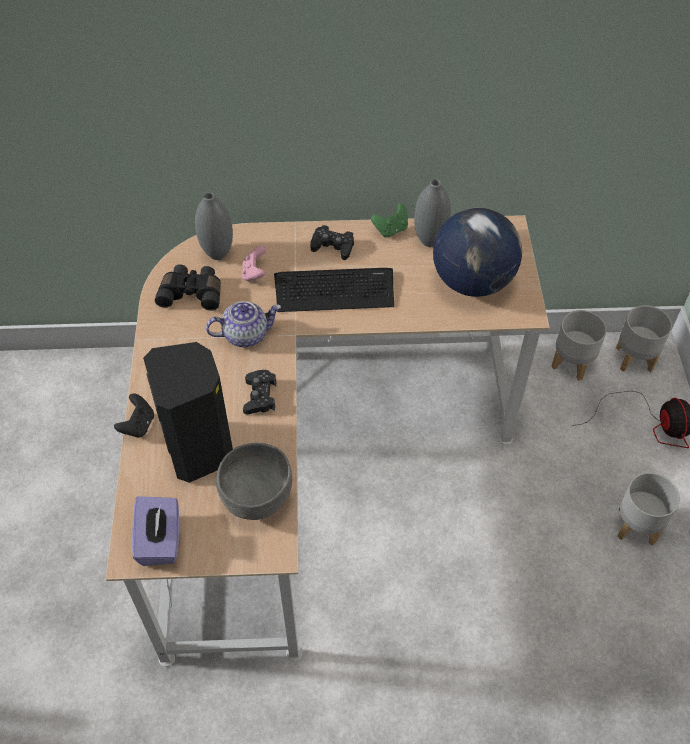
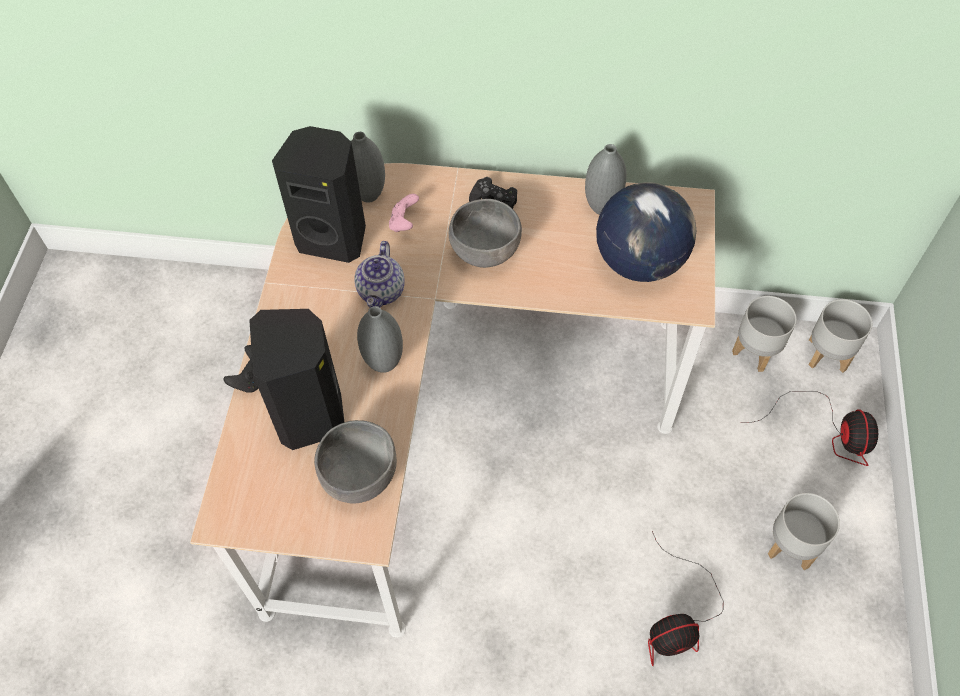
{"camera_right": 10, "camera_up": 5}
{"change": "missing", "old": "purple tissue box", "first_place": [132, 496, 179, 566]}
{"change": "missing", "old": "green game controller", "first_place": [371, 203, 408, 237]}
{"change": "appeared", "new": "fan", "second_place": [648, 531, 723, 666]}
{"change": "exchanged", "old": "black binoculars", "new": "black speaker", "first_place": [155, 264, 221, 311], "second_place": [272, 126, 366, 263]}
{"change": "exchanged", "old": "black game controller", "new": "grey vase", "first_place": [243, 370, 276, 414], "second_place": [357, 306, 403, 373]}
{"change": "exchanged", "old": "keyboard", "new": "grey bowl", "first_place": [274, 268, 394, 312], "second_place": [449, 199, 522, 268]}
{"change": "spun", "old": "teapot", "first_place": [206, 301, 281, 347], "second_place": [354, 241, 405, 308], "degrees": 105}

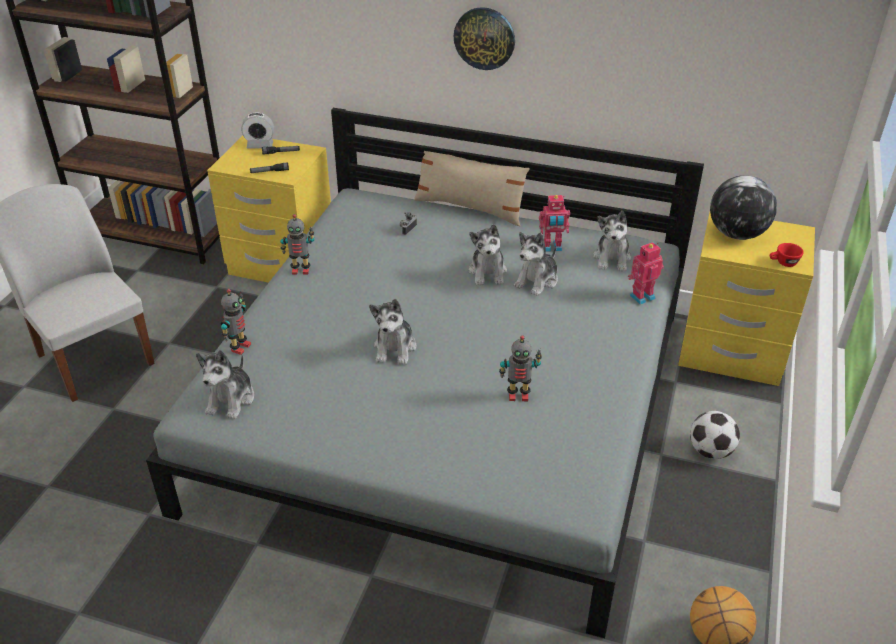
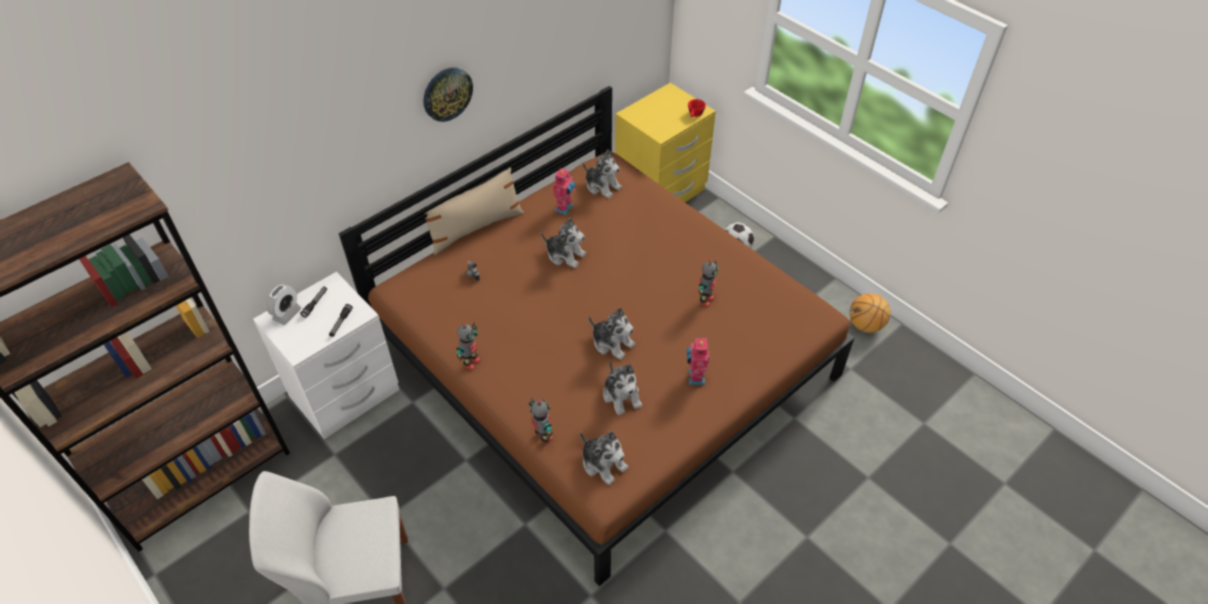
{"camera_right": -60, "camera_up": 10}
{"change": "missing", "old": "globe", "first_place": [710, 175, 777, 240]}
{"change": "relocated", "old": "plush toy", "first_place": [514, 232, 558, 296], "second_place": [603, 360, 642, 415]}
{"change": "relocated", "old": "toy robot", "first_place": [628, 242, 664, 305], "second_place": [687, 336, 709, 385]}
{"change": "colour", "old": "grey bed", "new": "brown bed", "first_place": [146, 108, 704, 638], "second_place": [339, 86, 855, 586]}
{"change": "colour", "old": "yellow nightstand", "new": "white nightstand", "first_place": [207, 136, 331, 283], "second_place": [253, 272, 399, 439]}

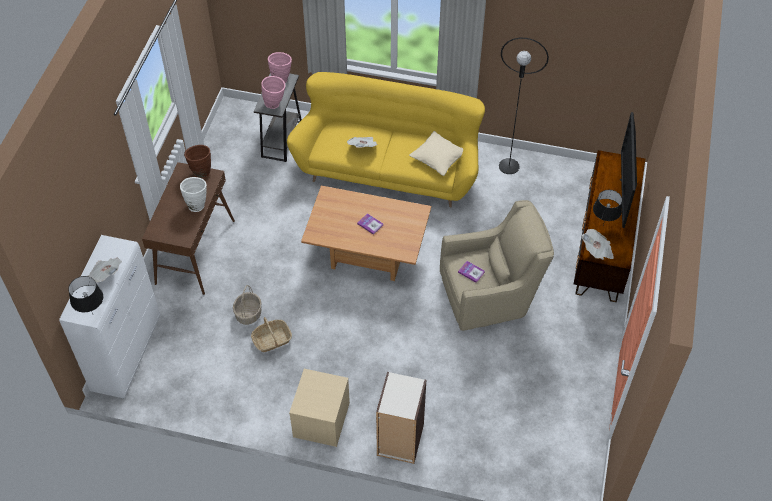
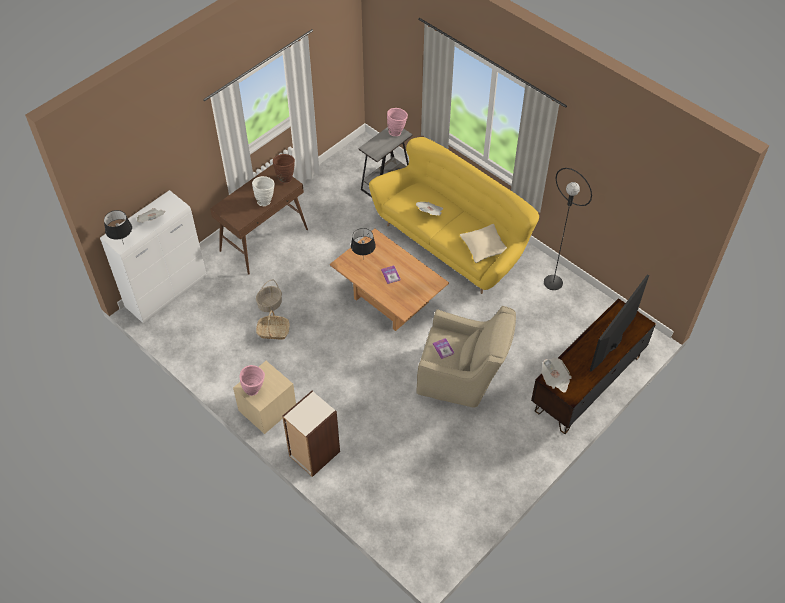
{"camera_right": 30, "camera_up": 0}
{"change": "relocated", "old": "pink vase", "first_place": [261, 76, 285, 109], "second_place": [239, 365, 265, 396]}
{"change": "relocated", "old": "black table lamp", "first_place": [593, 190, 622, 226], "second_place": [351, 228, 376, 259]}

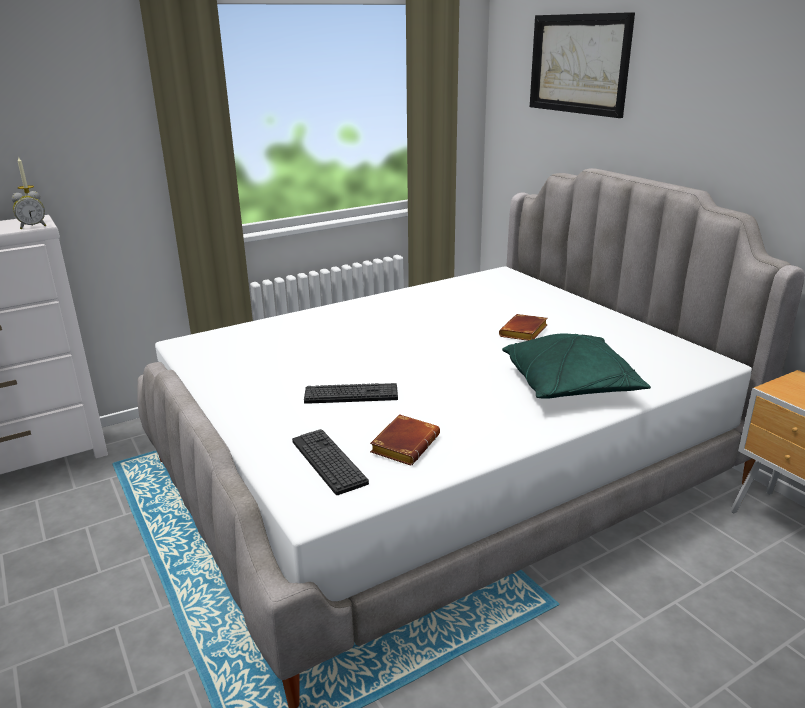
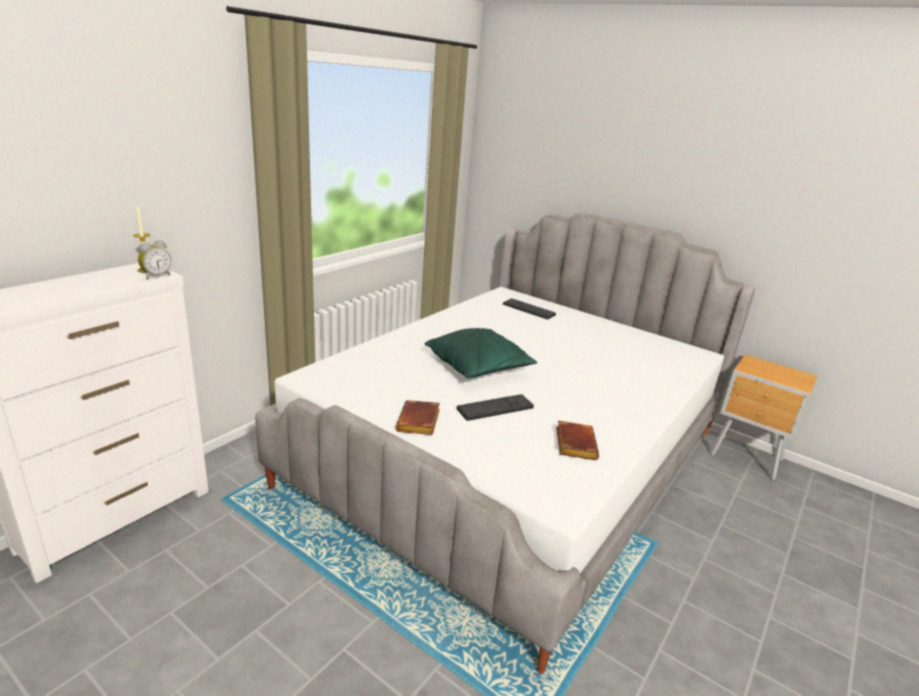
{"camera_right": -25, "camera_up": 0}
{"change": "missing", "old": "picture", "first_place": [530, 12, 635, 118]}
{"change": "relocated", "old": "keyboard", "first_place": [292, 429, 369, 495], "second_place": [503, 298, 556, 319]}
{"change": "relocated", "old": "brown book", "first_place": [499, 314, 548, 341], "second_place": [395, 400, 440, 435]}
{"change": "relocated", "old": "green pillow", "first_place": [502, 334, 651, 399], "second_place": [424, 328, 538, 378]}

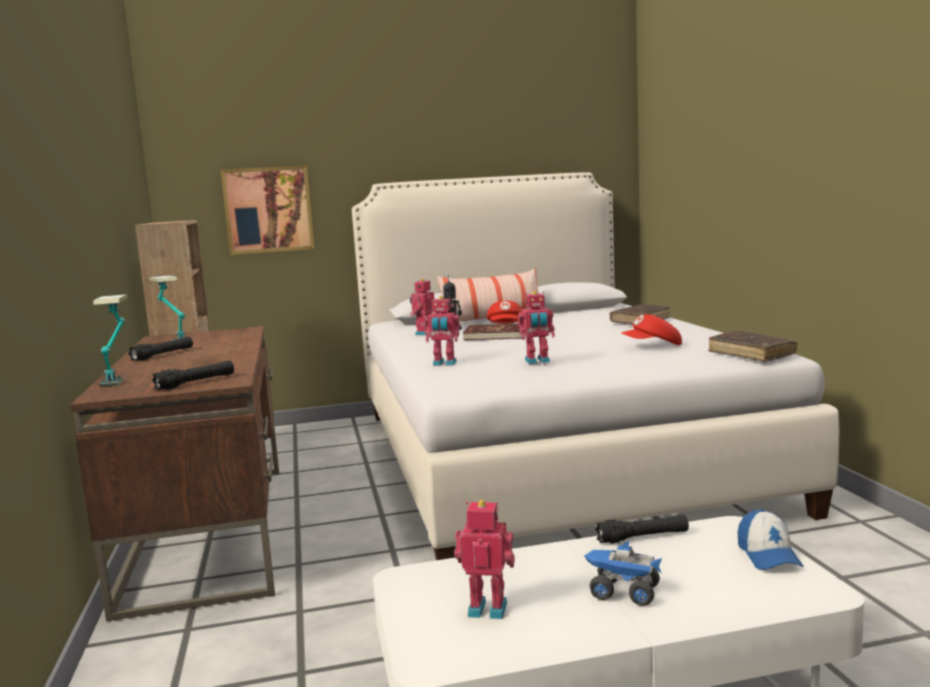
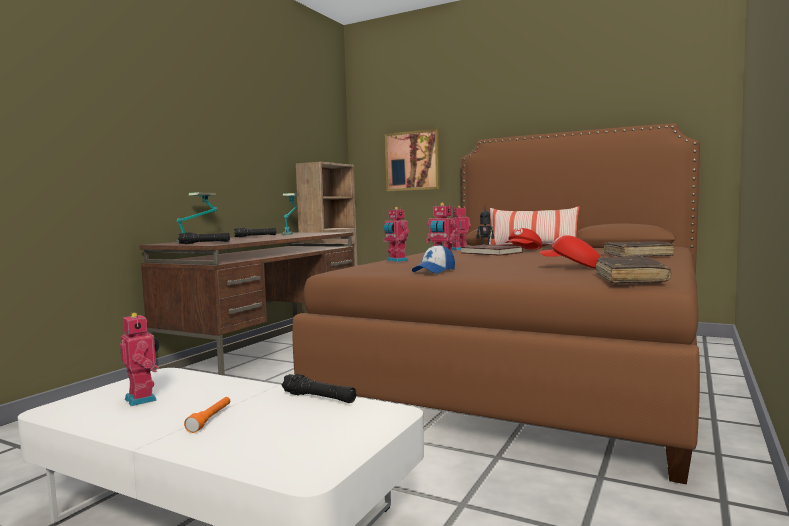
{"camera_right": 40, "camera_up": -5}
{"change": "relocated", "old": "cap", "first_place": [738, 509, 804, 570], "second_place": [412, 244, 455, 274]}
{"change": "exchanged", "old": "toy truck", "new": "orange flashlight", "first_place": [584, 541, 662, 606], "second_place": [184, 397, 230, 433]}
{"change": "colour", "old": "white bed", "new": "brown bed", "first_place": [352, 172, 839, 560], "second_place": [292, 124, 700, 484]}

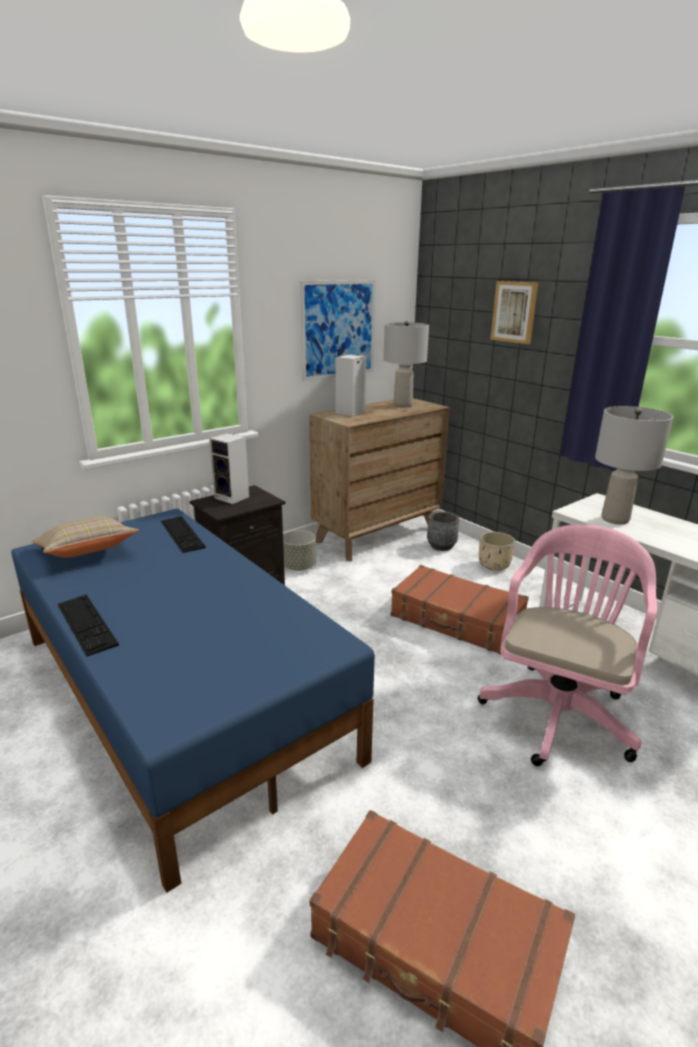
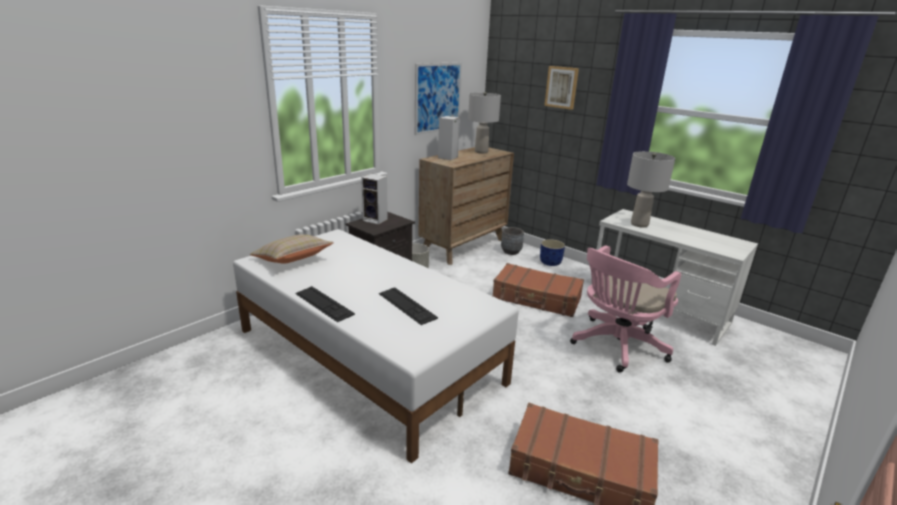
{"camera_right": -10, "camera_up": 0}
{"change": "relocated", "old": "keyboard", "first_place": [161, 516, 206, 553], "second_place": [379, 287, 438, 325]}
{"change": "colour", "old": "blue bed", "new": "white bed", "first_place": [11, 509, 375, 893], "second_place": [233, 229, 519, 464]}
{"change": "colour", "old": "beige planter", "new": "blue planter", "first_place": [479, 532, 515, 571], "second_place": [540, 239, 565, 266]}
{"change": "spun", "old": "pink office chair", "first_place": [478, 524, 657, 766], "second_place": [570, 245, 681, 373], "degrees": -150}

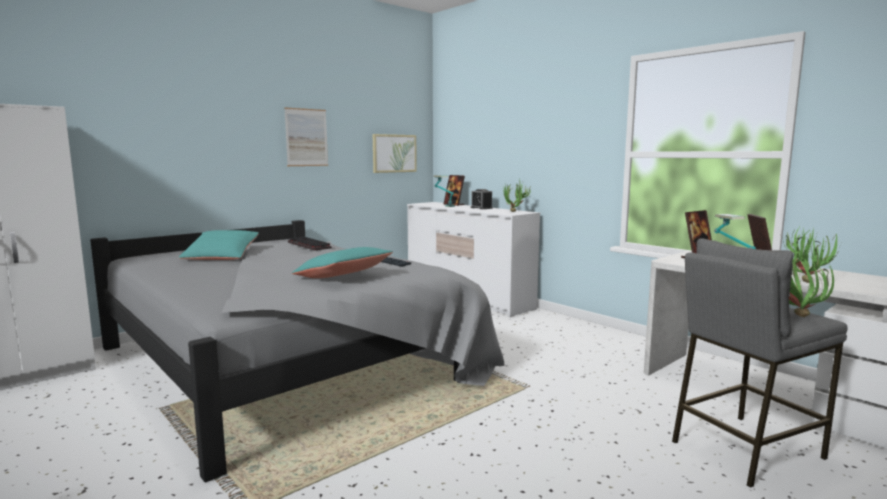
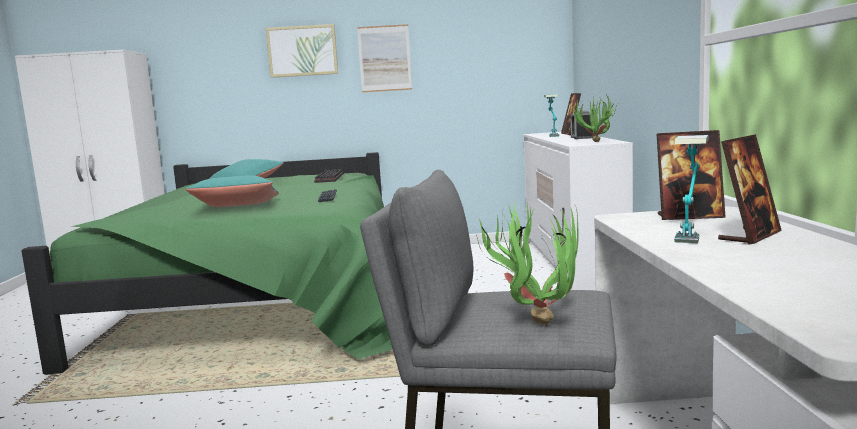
{"camera_right": 40, "camera_up": 0}
{"change": "missing", "old": "potted plant", "first_place": [783, 225, 842, 283]}
{"change": "relocated", "old": "picture", "first_place": [373, 134, 417, 173], "second_place": [266, 24, 338, 78]}
{"change": "colour", "old": "grey bed", "new": "green bed", "first_place": [90, 220, 505, 482], "second_place": [22, 152, 393, 375]}

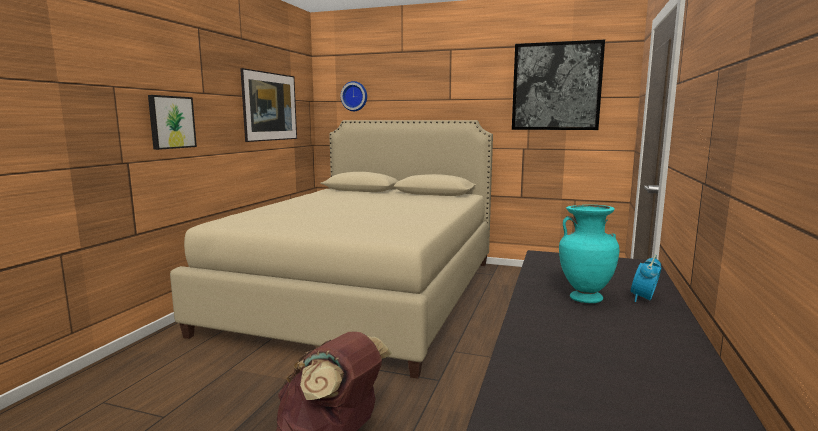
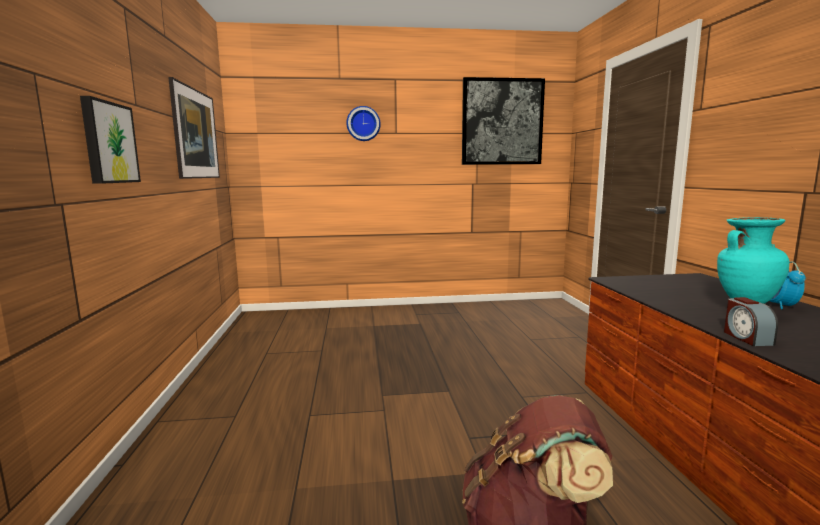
{"camera_right": -25, "camera_up": 0}
{"change": "missing", "old": "beige bed", "first_place": [170, 120, 493, 379]}
{"change": "appeared", "new": "alarm clock", "second_place": [724, 297, 778, 346]}
{"change": "relocated", "old": "wall clock", "first_place": [340, 81, 367, 111], "second_place": [347, 106, 381, 141]}

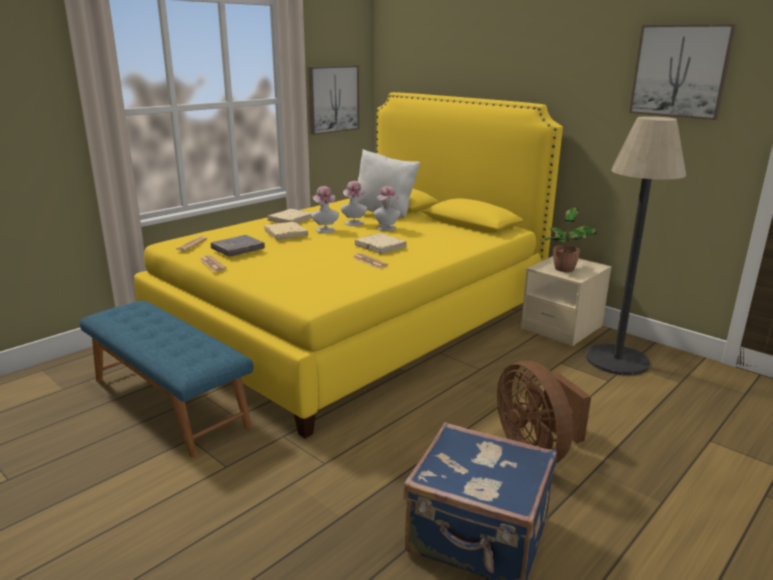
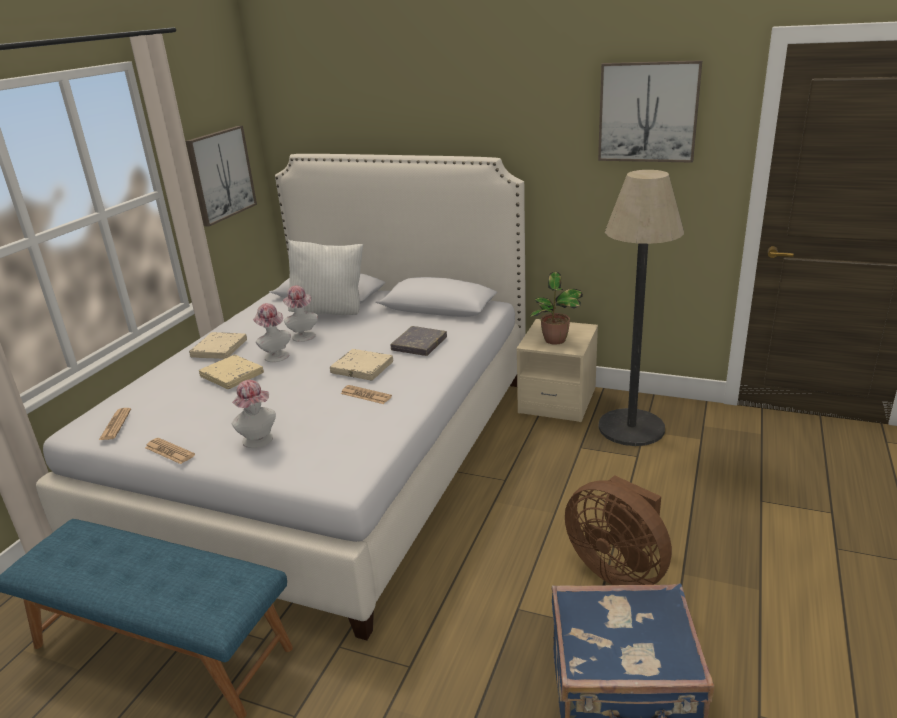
{"camera_right": -20, "camera_up": 5}
{"change": "relocated", "old": "grey book", "first_place": [211, 235, 265, 257], "second_place": [391, 326, 447, 356]}
{"change": "relocated", "old": "hat", "first_place": [373, 186, 401, 231], "second_place": [231, 380, 276, 448]}
{"change": "colour", "old": "yellow bed", "new": "white bed", "first_place": [134, 92, 563, 438], "second_place": [36, 154, 526, 640]}

